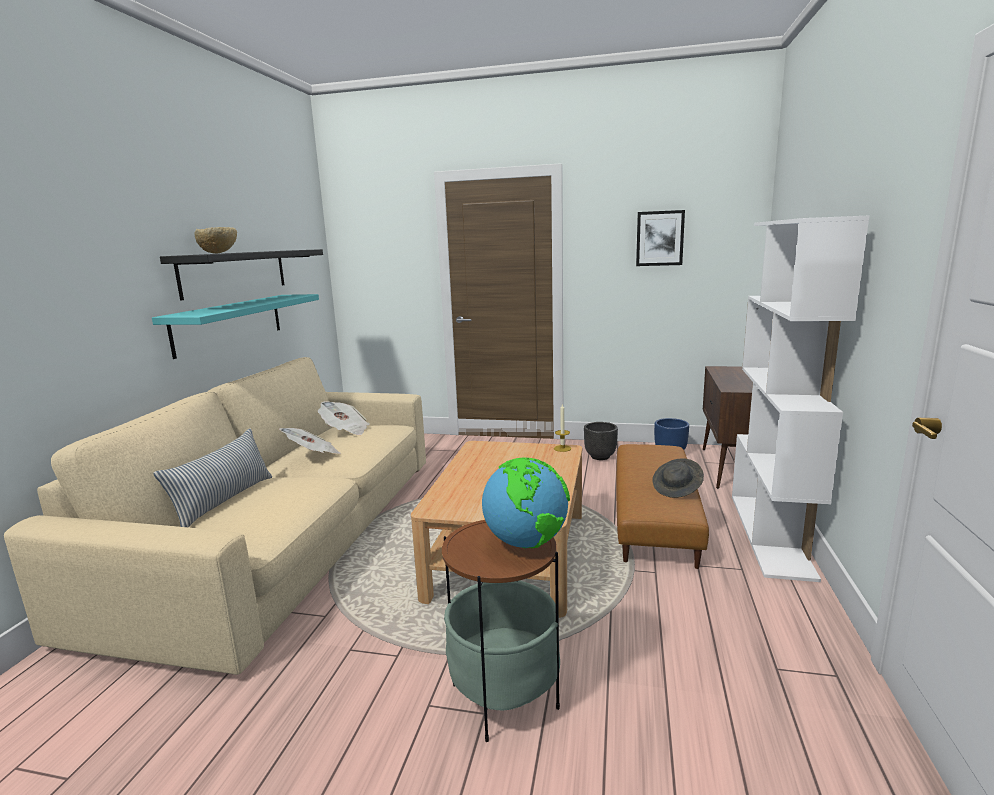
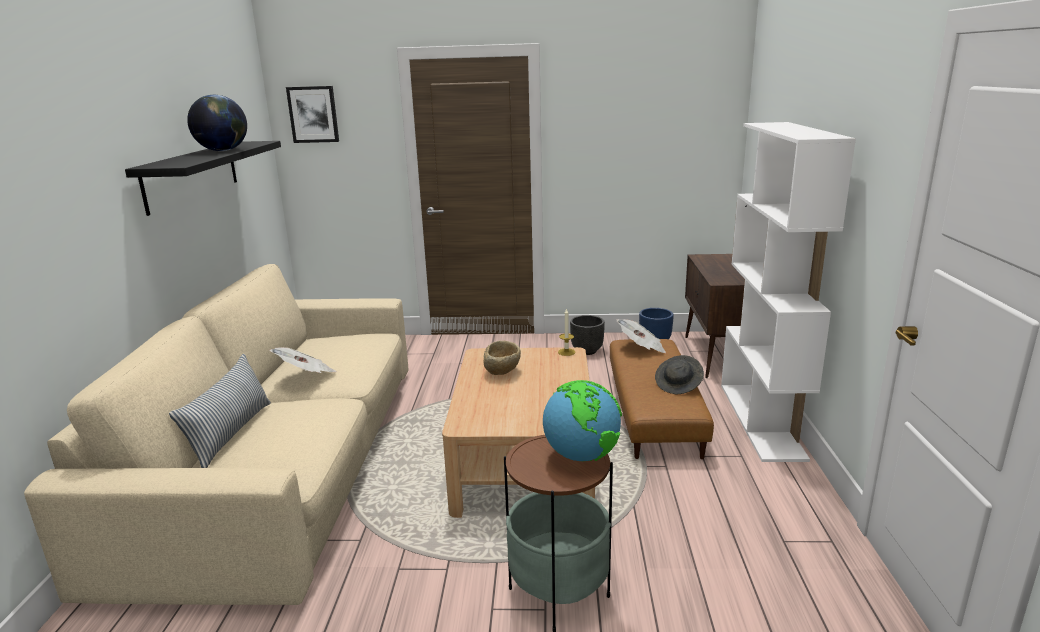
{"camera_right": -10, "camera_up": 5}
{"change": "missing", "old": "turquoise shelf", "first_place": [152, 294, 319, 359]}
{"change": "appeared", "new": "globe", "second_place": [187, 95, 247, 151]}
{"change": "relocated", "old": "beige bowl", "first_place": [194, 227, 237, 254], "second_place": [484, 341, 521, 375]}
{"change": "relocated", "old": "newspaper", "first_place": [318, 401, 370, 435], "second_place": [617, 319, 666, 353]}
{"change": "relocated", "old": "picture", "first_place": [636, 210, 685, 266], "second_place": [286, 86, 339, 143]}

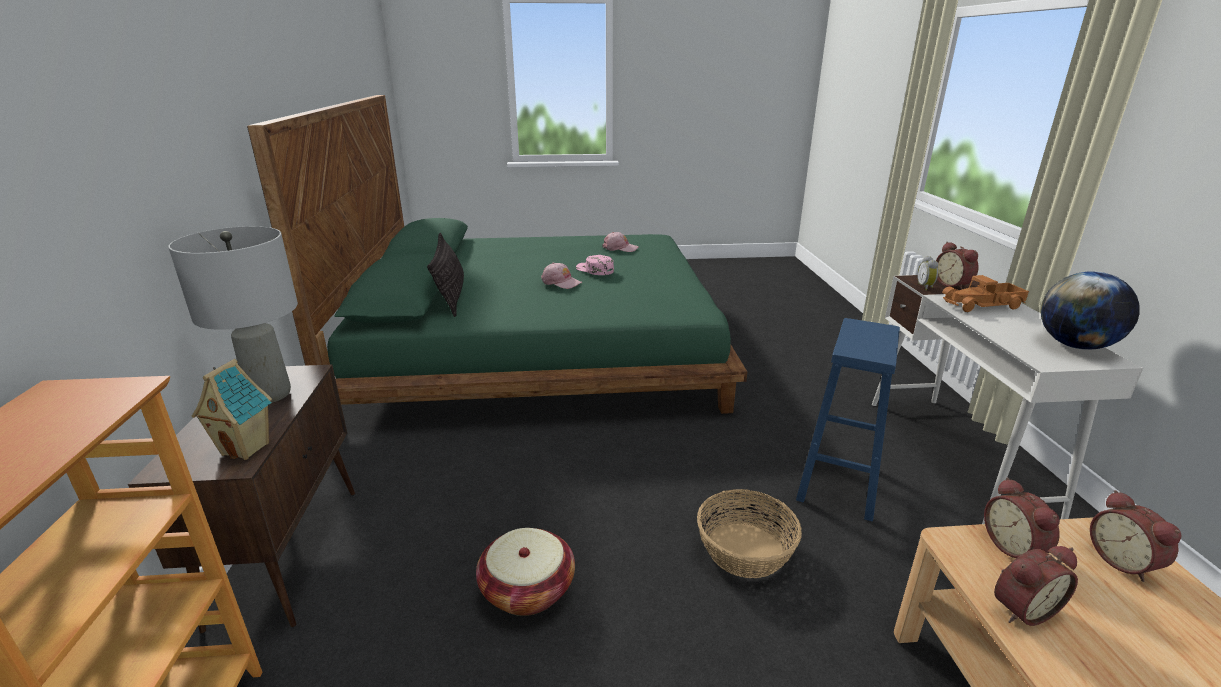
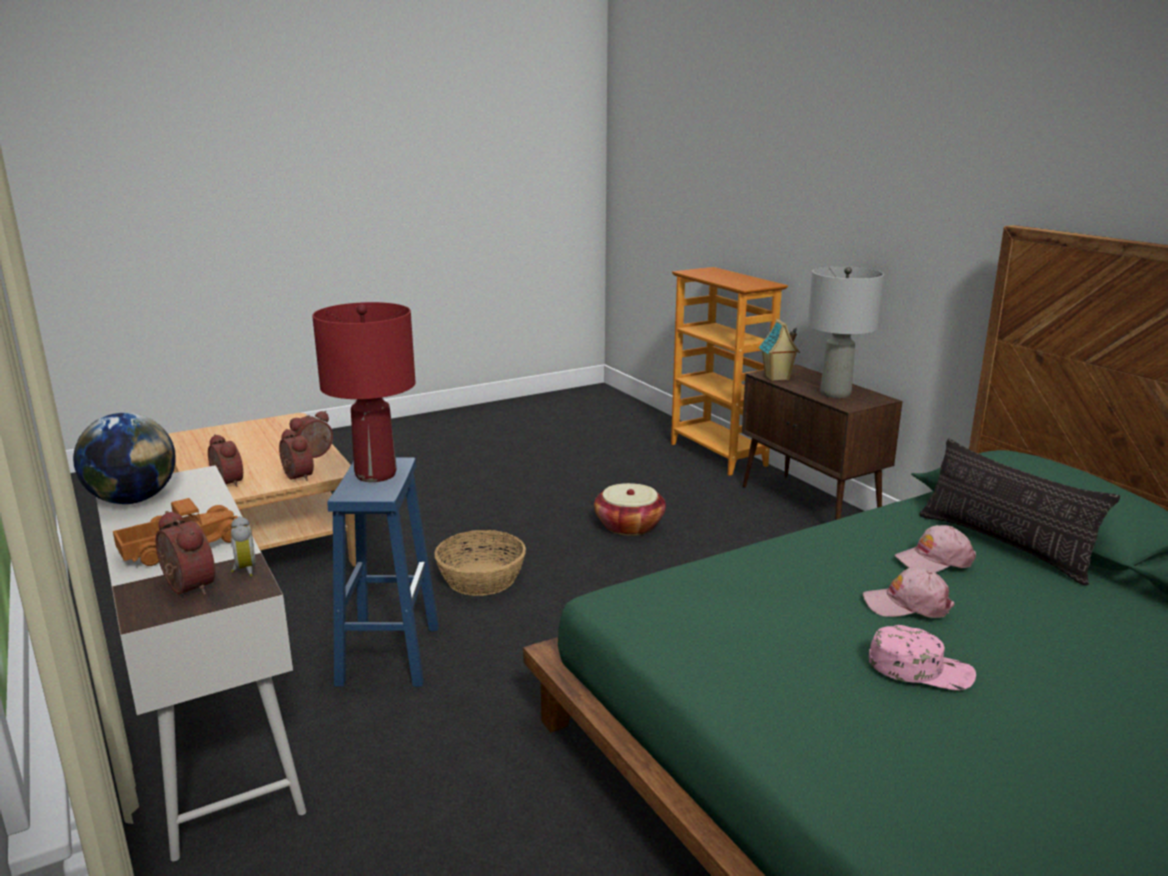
{"camera_right": 155, "camera_up": -5}
{"change": "appeared", "new": "red table lamp", "second_place": [312, 302, 416, 482]}
{"change": "relocated", "old": "pink cap", "first_place": [602, 232, 638, 252], "second_place": [894, 525, 976, 572]}

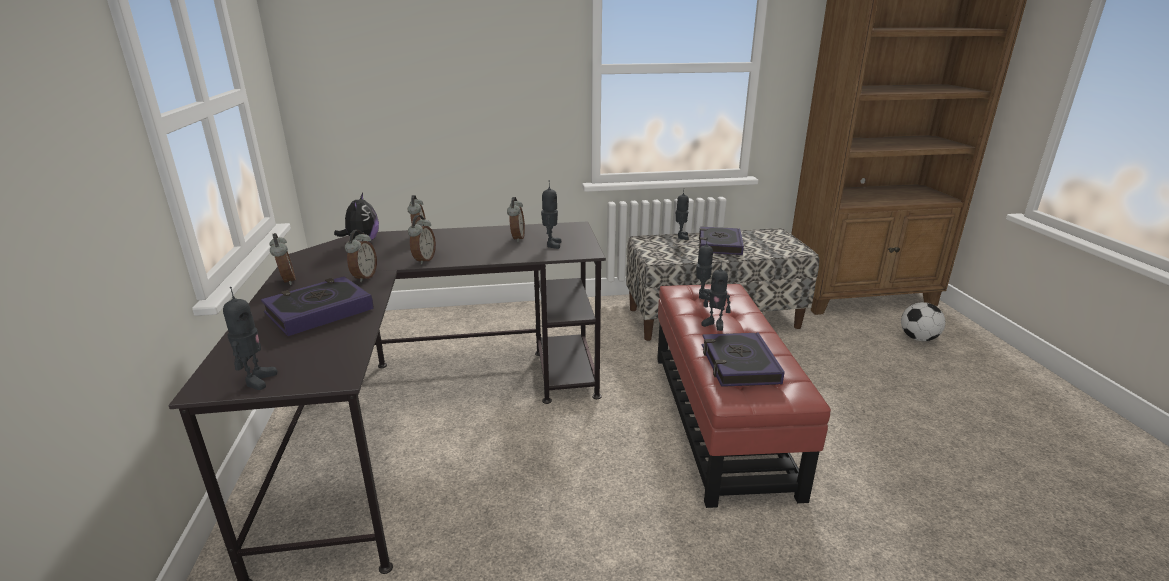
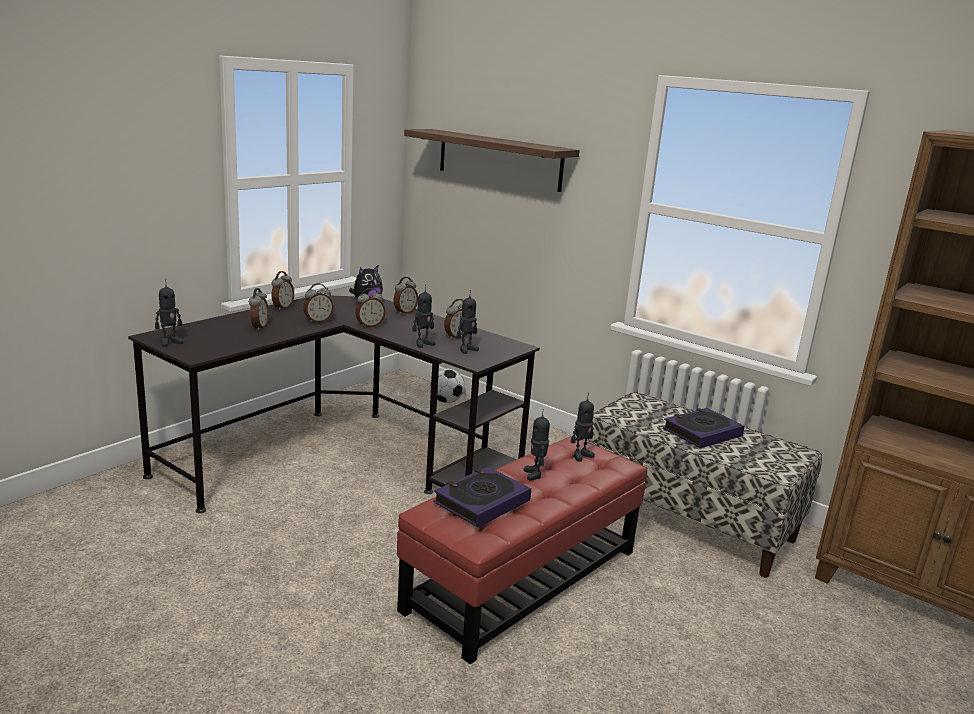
{"camera_right": 45, "camera_up": -5}
{"change": "appeared", "new": "shelf", "second_place": [404, 129, 580, 192]}
{"change": "relocated", "old": "toy robot", "first_place": [676, 192, 689, 240], "second_place": [412, 285, 435, 348]}
{"change": "relocated", "old": "football", "first_place": [901, 302, 945, 341], "second_place": [430, 369, 465, 403]}
{"change": "exchanged", "old": "book", "new": "alarm clock", "first_place": [261, 276, 374, 336], "second_place": [249, 288, 269, 331]}

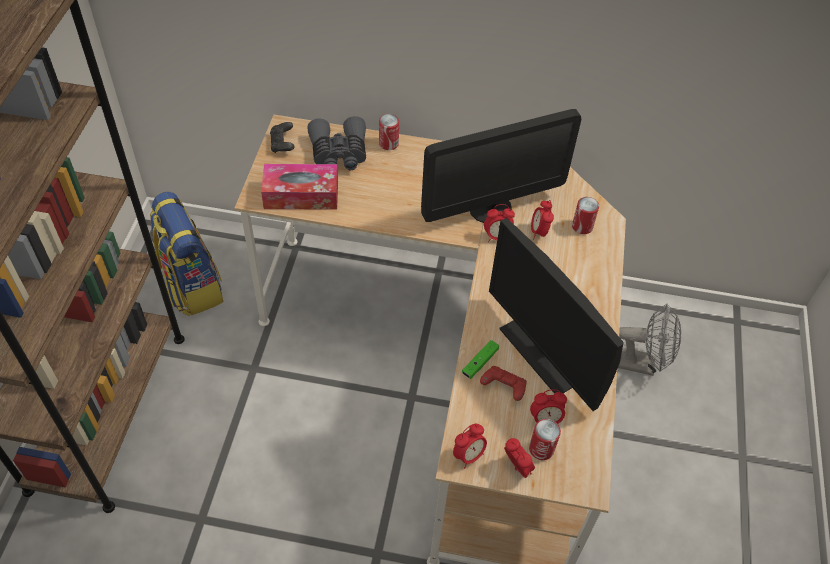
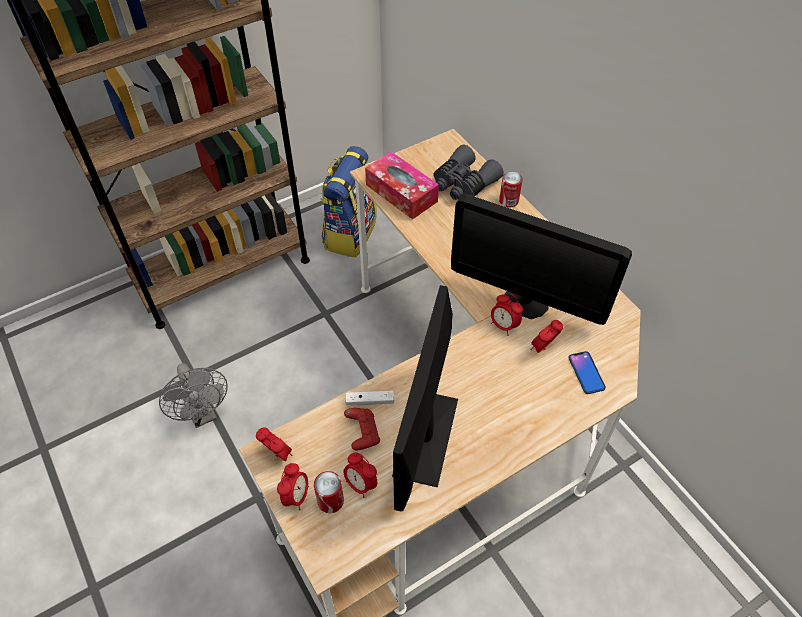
{"camera_right": 50, "camera_up": 0}
{"change": "missing", "old": "black game controller", "first_place": [270, 122, 294, 153]}
{"change": "relocated", "old": "grey fan", "first_place": [618, 304, 681, 376], "second_place": [159, 363, 228, 428]}
{"change": "exchanged", "old": "can", "new": "phone", "first_place": [572, 197, 599, 234], "second_place": [568, 351, 606, 394]}
{"change": "colour", "old": "green game controller", "new": "white game controller", "first_place": [462, 340, 499, 379], "second_place": [345, 391, 394, 405]}
{"change": "spun", "old": "alarm clock", "first_place": [453, 424, 487, 468], "second_place": [256, 427, 293, 461], "degrees": -150}

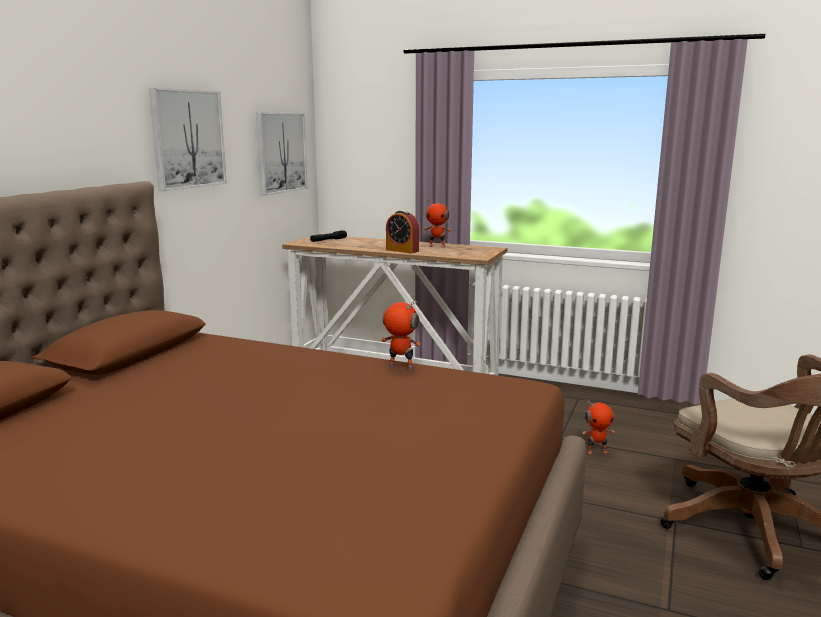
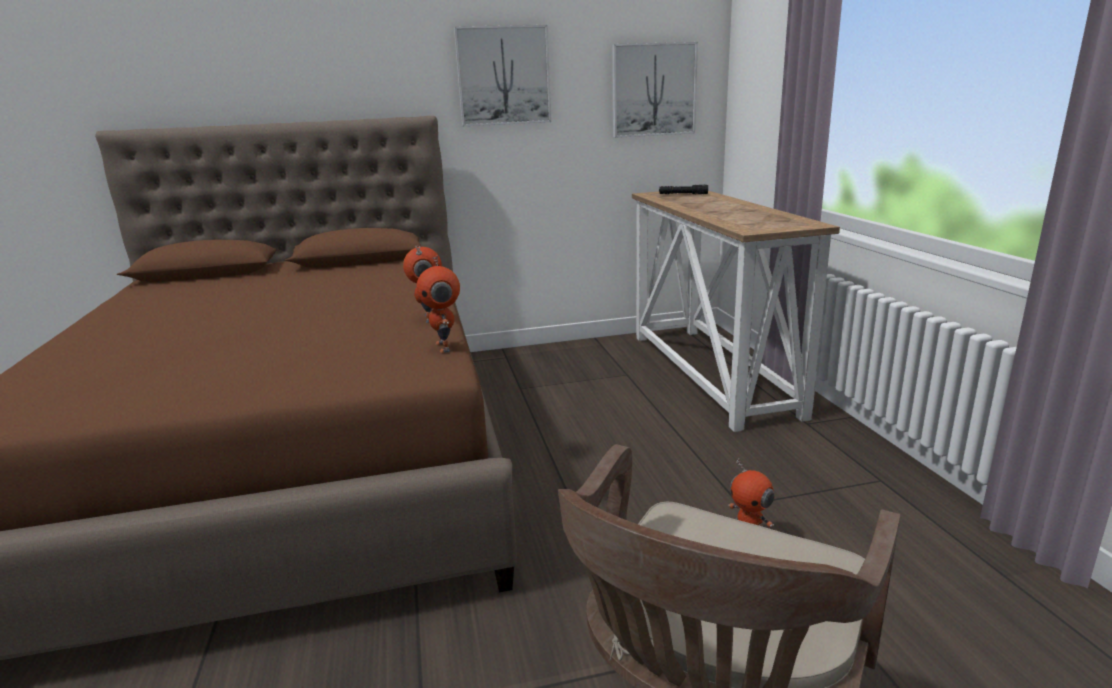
{"camera_right": 55, "camera_up": 5}
{"change": "missing", "old": "alarm clock", "first_place": [386, 210, 419, 253]}
{"change": "relocated", "old": "toy robot", "first_place": [424, 199, 451, 248], "second_place": [417, 255, 460, 353]}

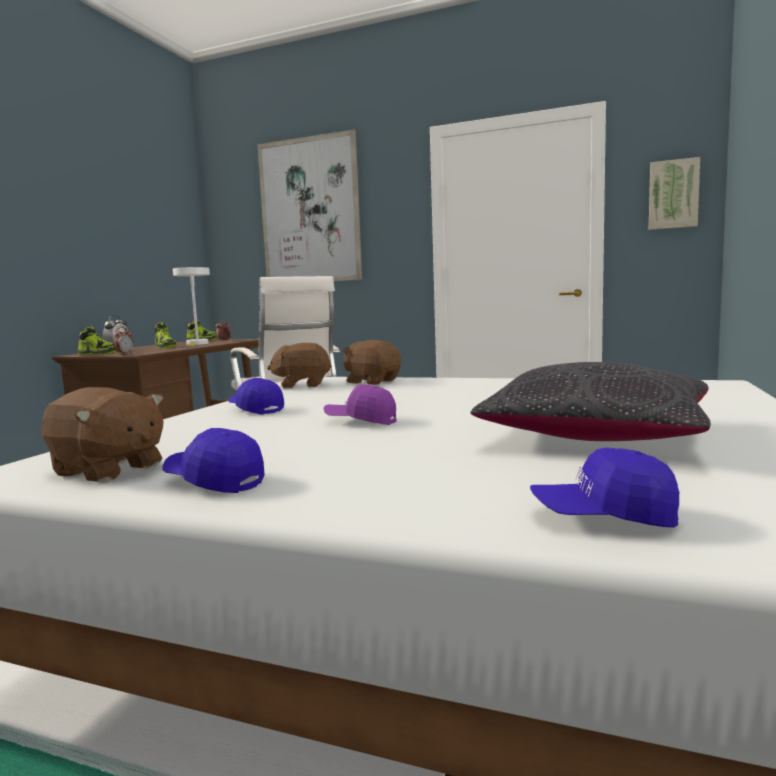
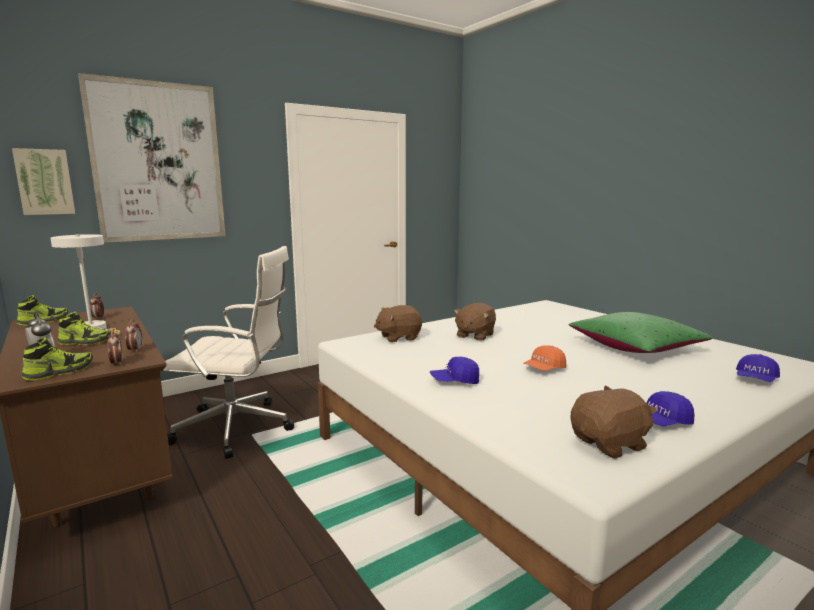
{"camera_right": -55, "camera_up": 5}
{"change": "appeared", "new": "alarm clock", "second_place": [125, 319, 143, 353]}
{"change": "relocated", "old": "brown plush toy", "first_place": [267, 343, 332, 388], "second_place": [454, 303, 496, 341]}
{"change": "relocated", "old": "picture", "first_place": [649, 157, 700, 230], "second_place": [12, 148, 75, 215]}
{"change": "colour", "old": "purple cap", "new": "orange cap", "first_place": [324, 384, 397, 425], "second_place": [523, 345, 566, 371]}
{"change": "colour", "old": "black pillow", "new": "green pillow", "first_place": [470, 362, 711, 441], "second_place": [568, 312, 713, 353]}

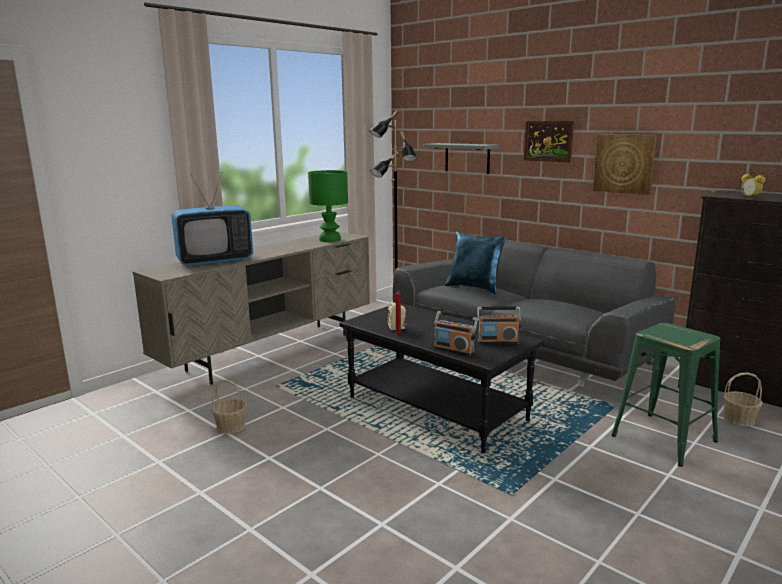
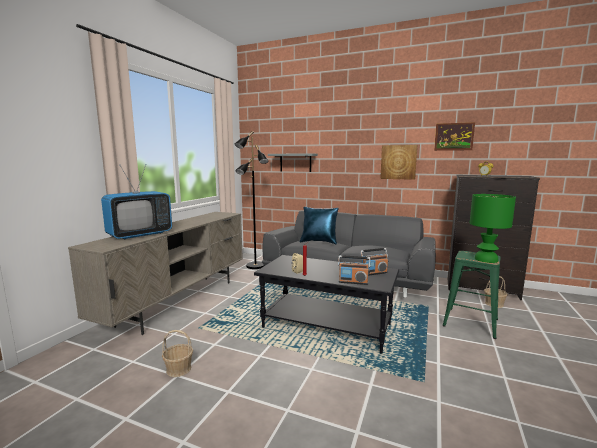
{"camera_right": -20, "camera_up": -5}
{"change": "relocated", "old": "green table lamp", "first_place": [308, 170, 348, 242], "second_place": [470, 194, 516, 263]}
{"change": "relocated", "old": "picture", "first_place": [524, 121, 574, 162], "second_place": [434, 122, 475, 151]}

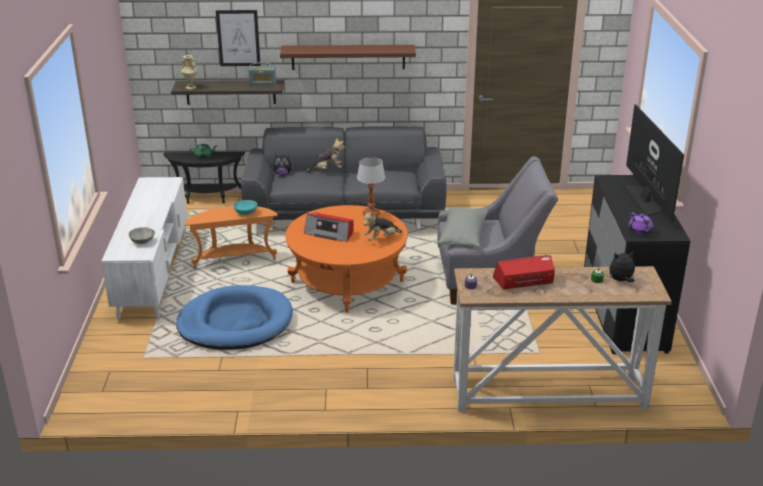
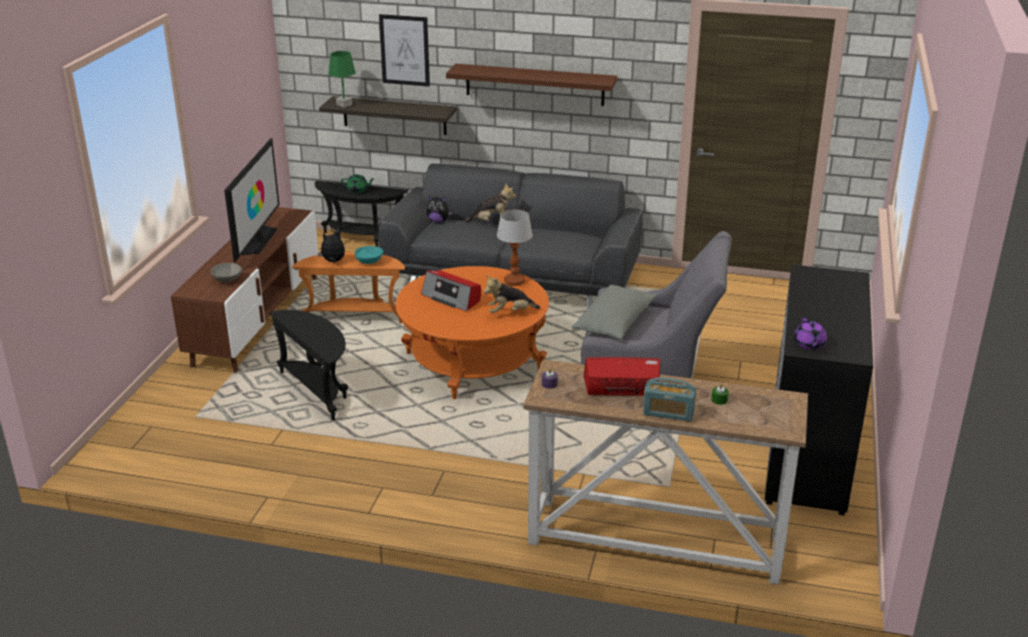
{"camera_right": 15, "camera_up": 0}
{"change": "relocated", "old": "radio", "first_place": [248, 62, 276, 85], "second_place": [643, 377, 696, 422]}
{"change": "relocated", "old": "plush toy", "first_place": [609, 252, 635, 282], "second_place": [318, 233, 345, 263]}
{"change": "relocated", "old": "television", "first_place": [623, 104, 684, 221], "second_place": [224, 138, 279, 262]}
{"change": "exchanged", "old": "blue dog bed", "new": "black side table", "first_place": [176, 285, 293, 350], "second_place": [269, 310, 348, 420]}
{"change": "exchanged", "old": "beige vase", "new": "green table lamp", "first_place": [181, 55, 198, 89], "second_place": [328, 51, 356, 108]}
{"change": "colour", "old": "white tv stand", "new": "brown tv stand", "first_place": [101, 177, 187, 319], "second_place": [171, 207, 318, 373]}

